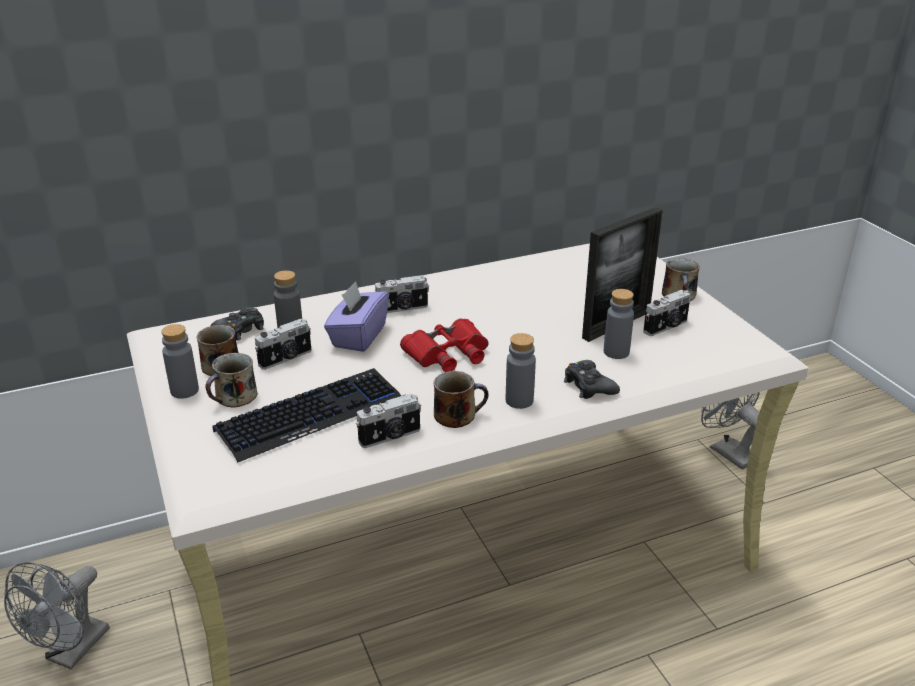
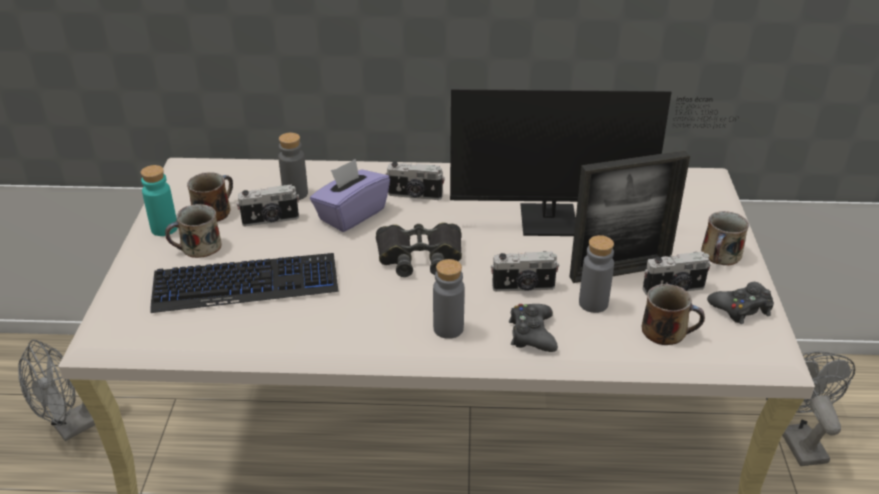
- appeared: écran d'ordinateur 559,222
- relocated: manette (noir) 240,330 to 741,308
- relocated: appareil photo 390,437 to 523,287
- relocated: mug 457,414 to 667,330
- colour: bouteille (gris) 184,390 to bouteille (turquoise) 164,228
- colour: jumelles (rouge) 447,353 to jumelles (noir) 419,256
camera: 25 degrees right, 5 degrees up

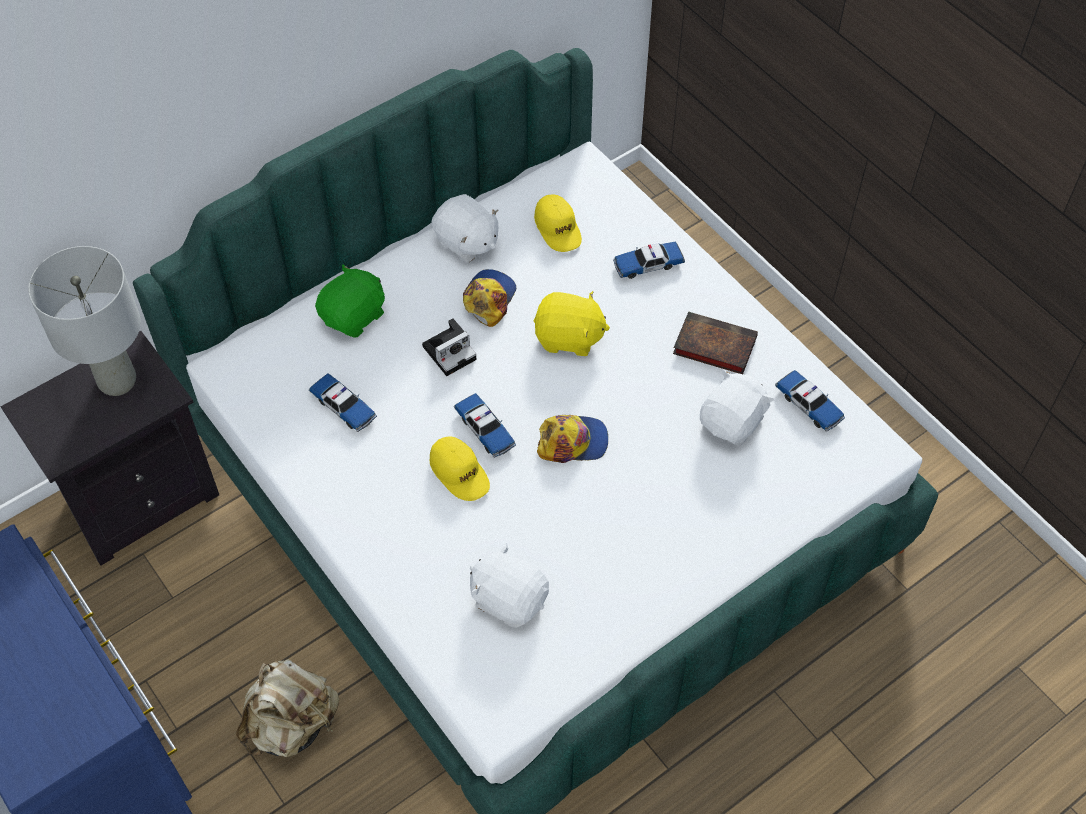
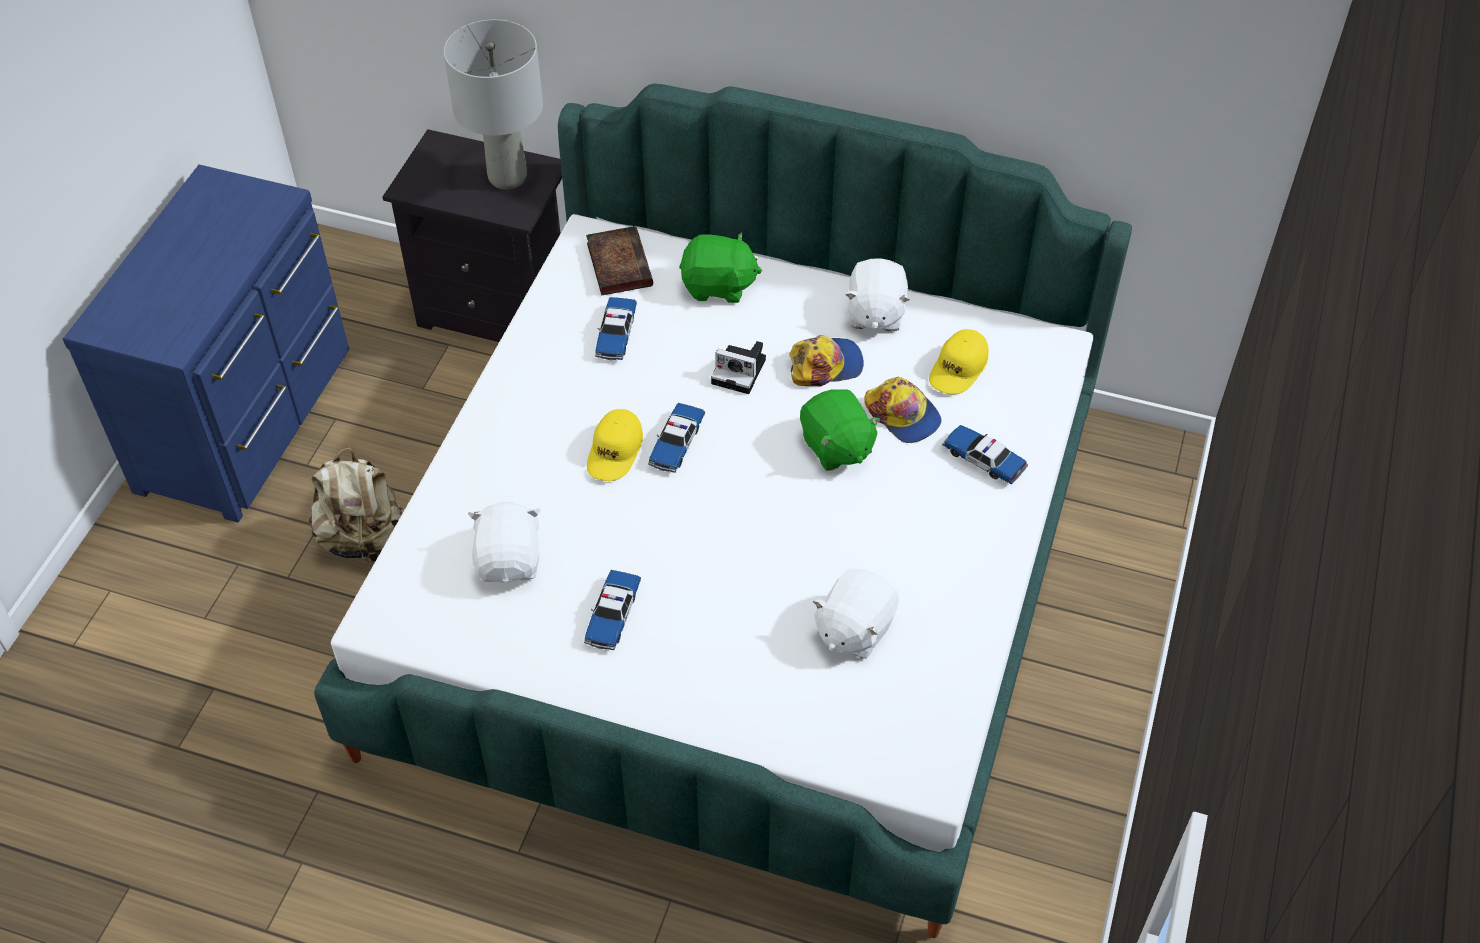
- relocated: casquette 572,441 to 903,415
- relocated: livre 712,346 to 618,263
- relocated: petite voiture 808,405 to 613,615
- colour: peluche (jaune) 569,338 to peluche (vert) 836,447
- spun: peluche (blanc) 733,422 = 853,629 120 degrees clockwise
camera: 55 degrees right, 5 degrees down

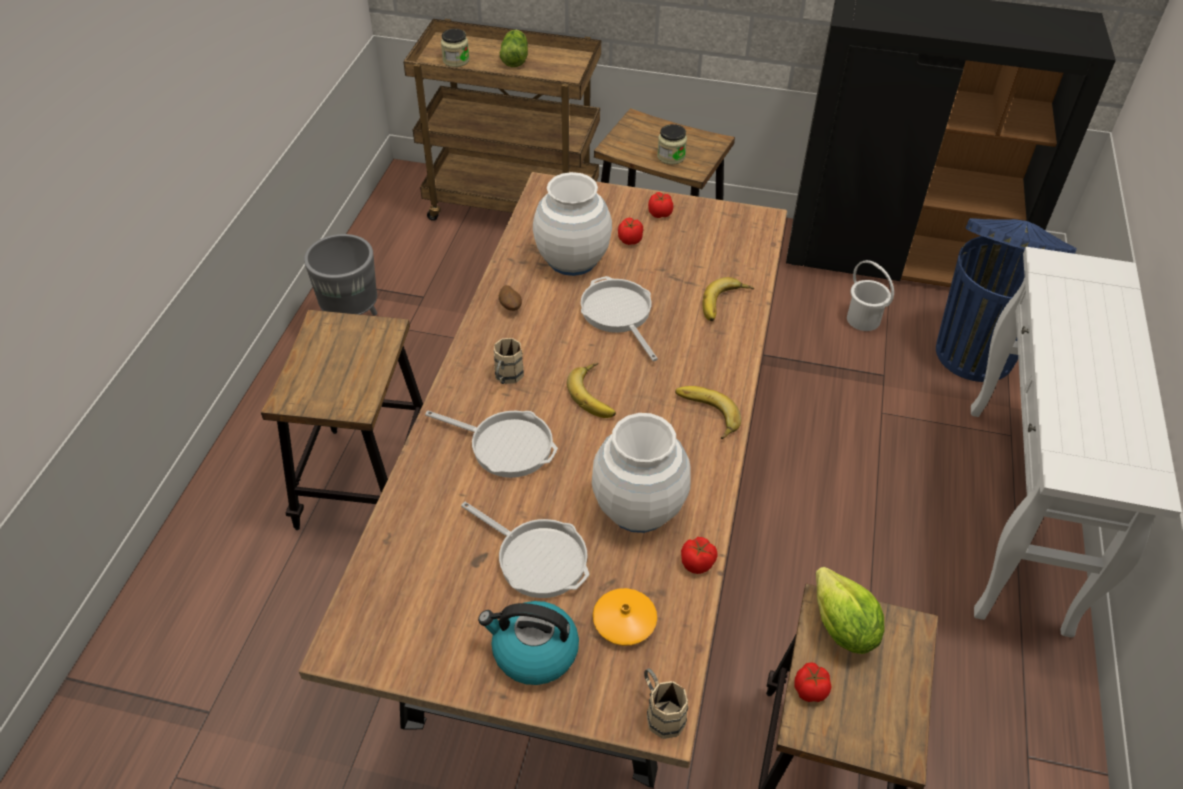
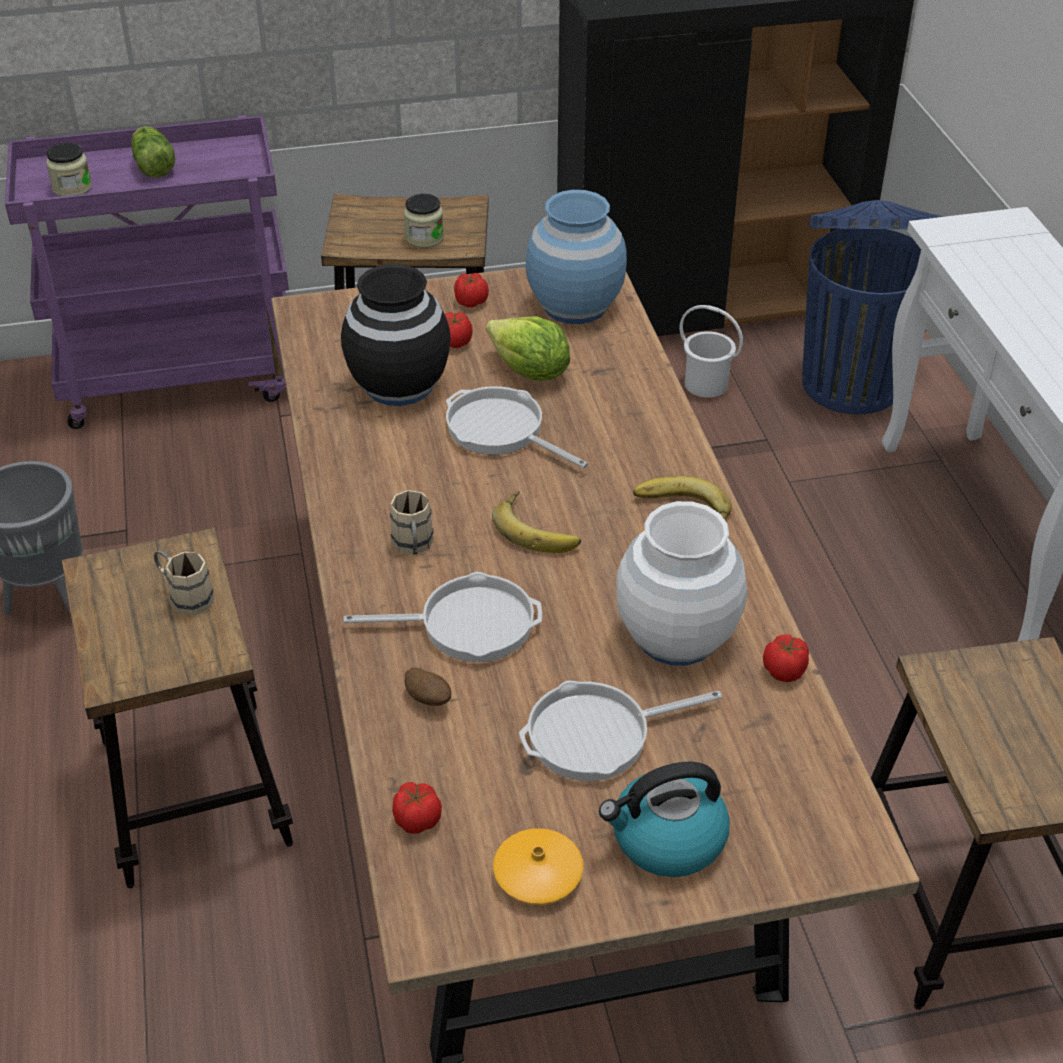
- missing: banane 726,304
- appeared: vase (bleu) 574,305
- relocated: pomme de terre 510,307 to 428,699
- relocated: vase (orange) 624,622 to 538,875
- relocated: mug (beige) 660,712 to 185,597
- relocated: tomate 810,689 to 417,819
- relocated: laitue 842,628 to 529,372
- colour: chariot (marron) 514,205 to chariot (violet) 182,377
- colour: vase (blanc) 573,259 to vase (noir) 399,385
- spun: poêle 537,558 = 597,735 150 degrees clockwise
camera: 25 degrees left, 5 degrees down

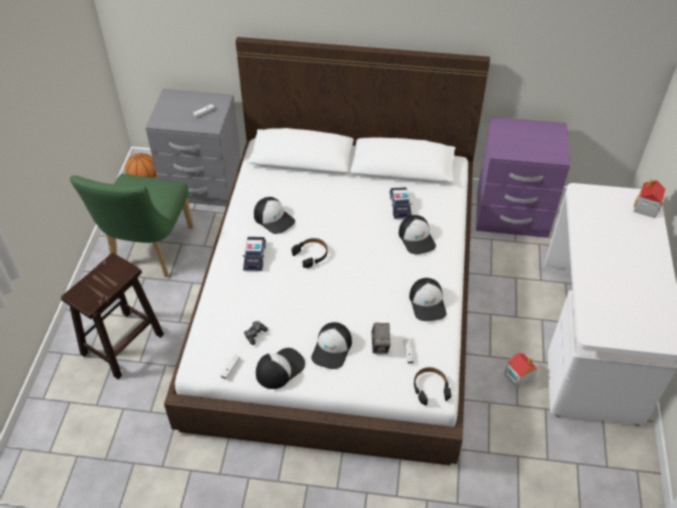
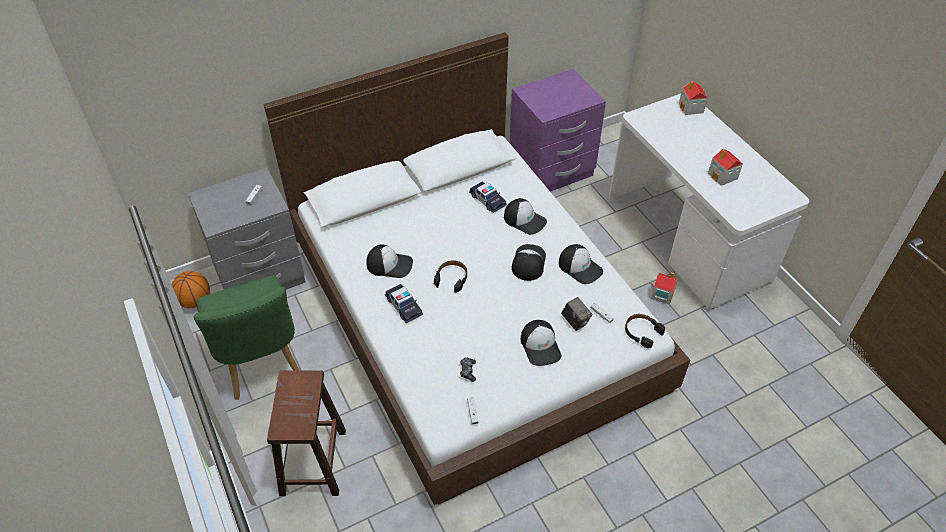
- appeared: maison miniature 723,176
- relocated: casquette 279,368 to 528,263
camera: 35 degrees left, 0 degrees up

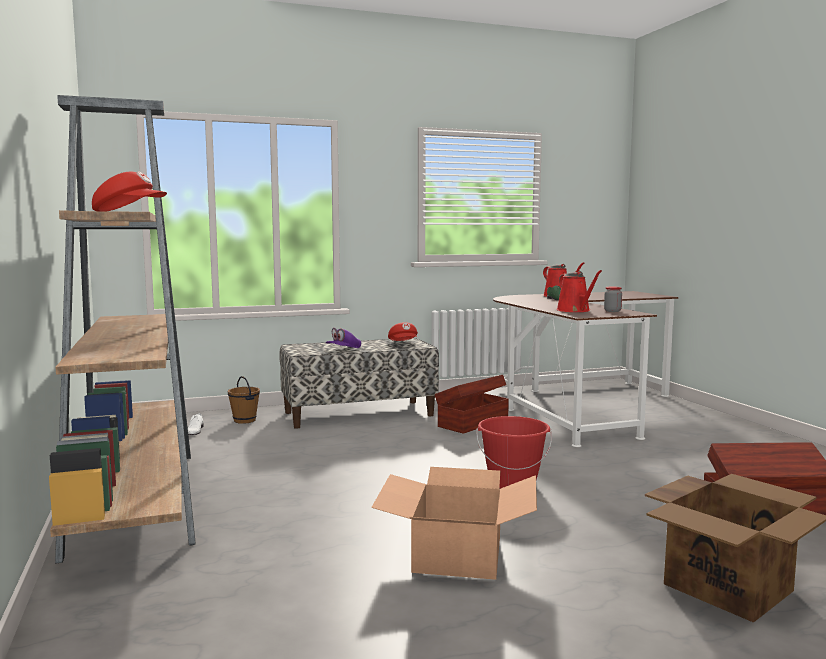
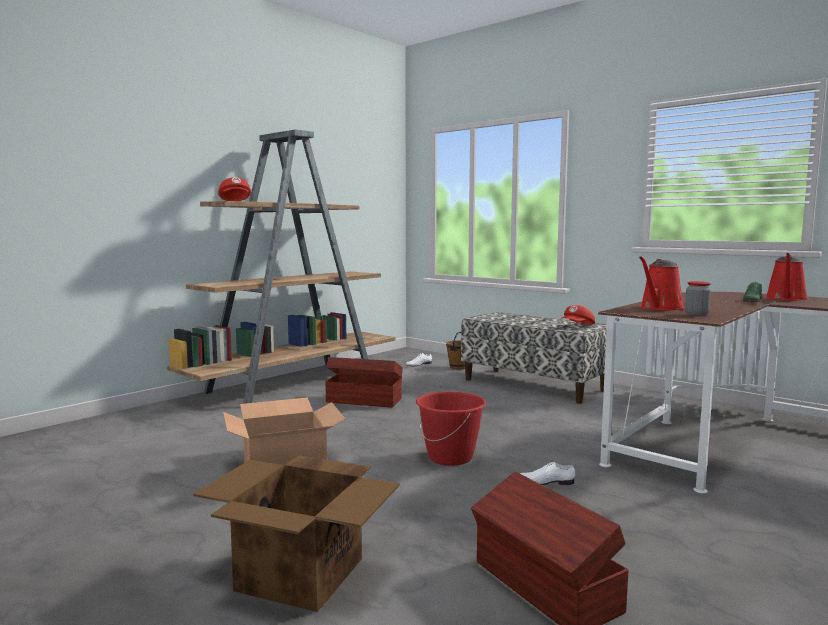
- missing: casquette (violet) 343,349
- appeared: chaussure (blanc) 545,481
- relocated: boîte de rangement (marron) 472,423 to 363,400
camera: 60 degrees right, 0 degrees up

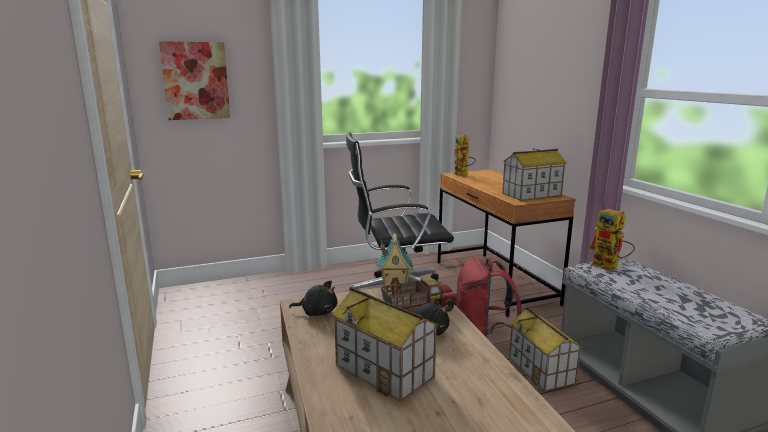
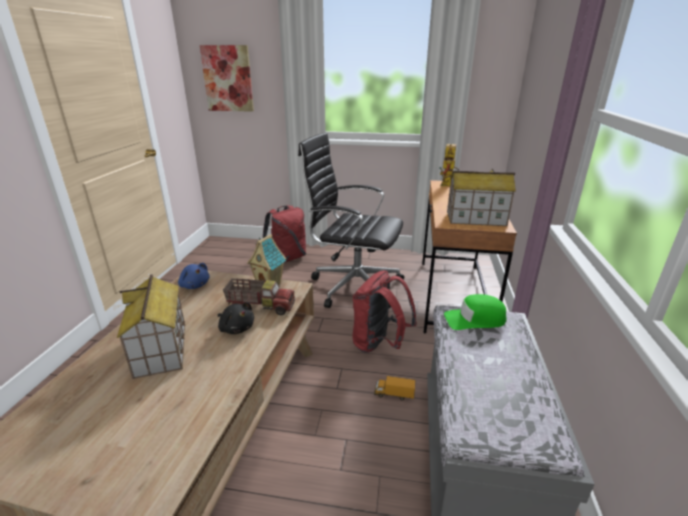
- appeared: sac à dos (rouge) 287,258
- exchanged: maison miniature 541,370 to camion jouet 394,395
- exchanged: robot jouet 610,267 to casquette (vert) 474,319
- colour: peluche (noir) 317,312 to peluche (bleu) 194,285
camera: 30 degrees right, 10 degrees up

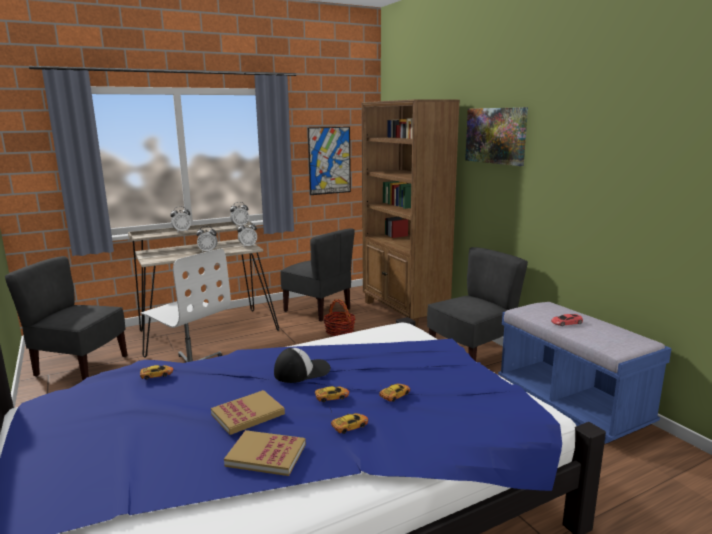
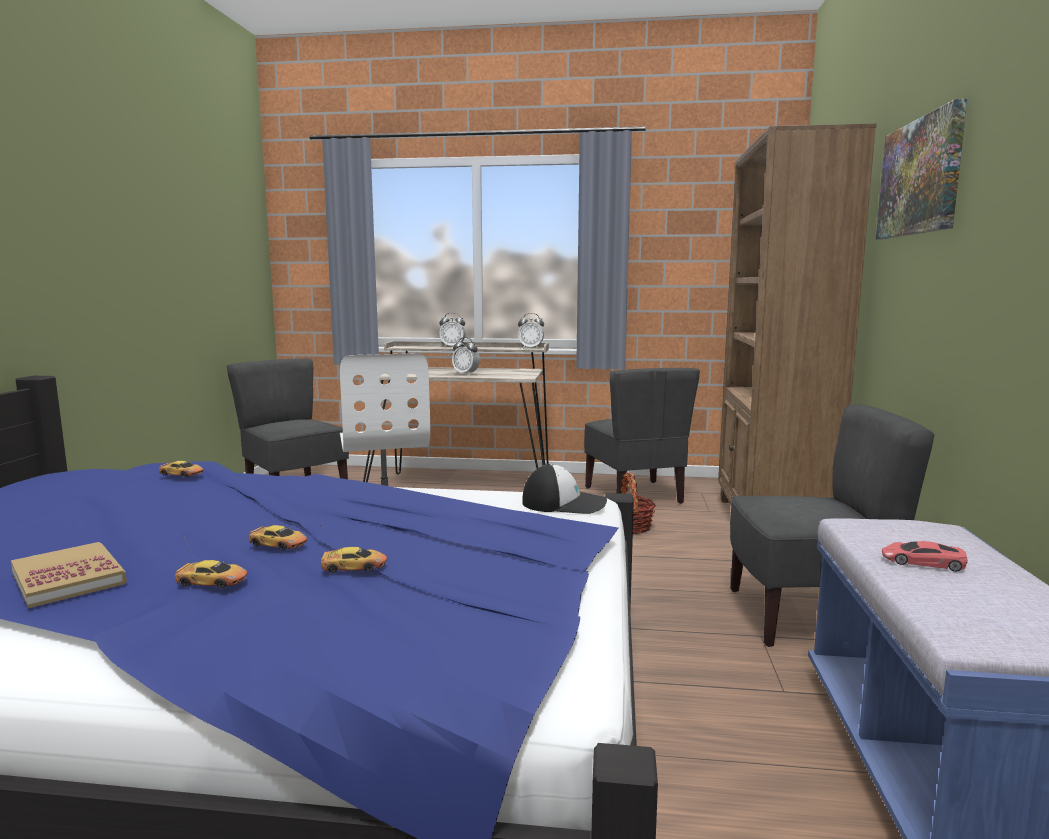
- missing: livre 248,414
- missing: réveil 248,246
- missing: tableau 329,160
- relocated: casquette 302,371 to 564,503
camera: 35 degrees right, 5 degrees down

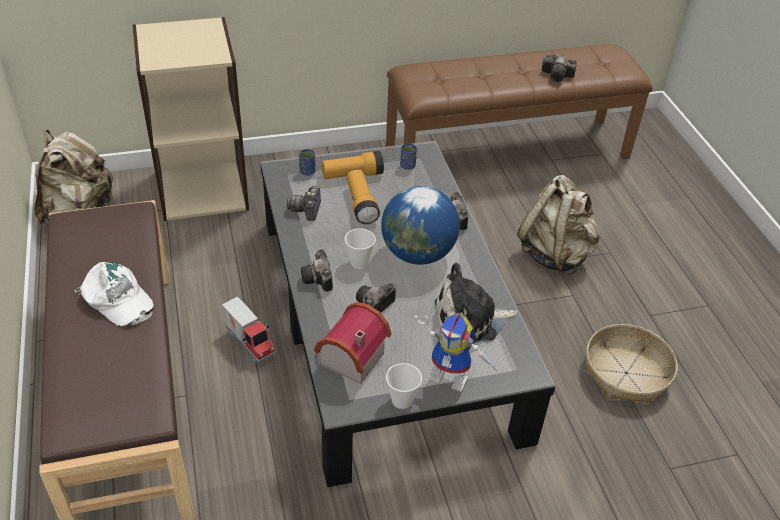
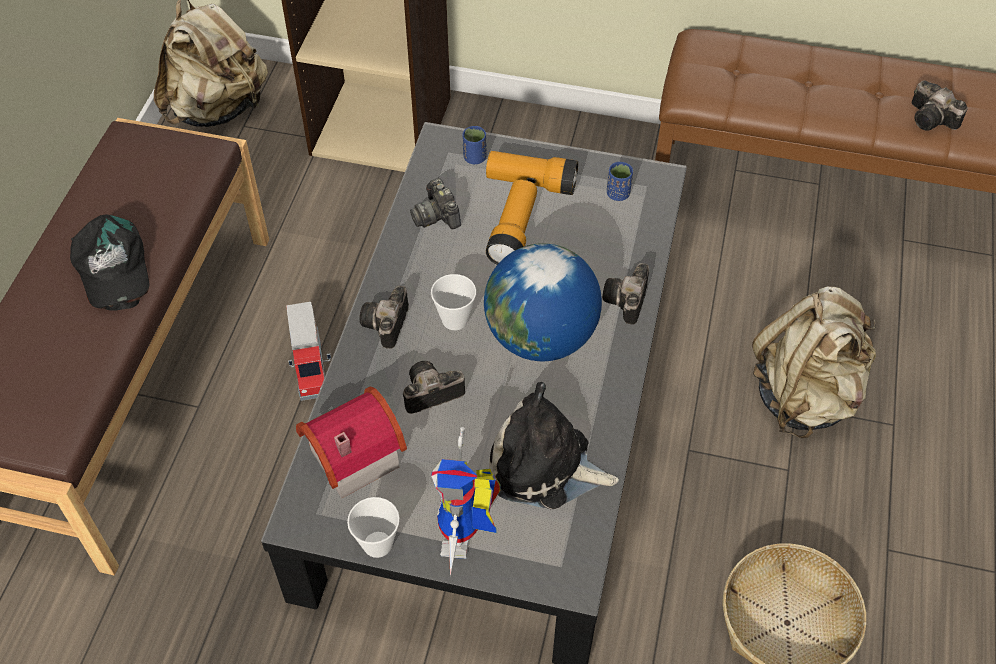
- colour: casquette (blanc) 117,300 to casquette (noir) 112,268
- spun: appareil photo 306,209 = 437,215 60 degrees counterclockwise
- spun: robot jouet 453,376 = 466,539 45 degrees clockwise
camera: 30 degrees right, 10 degrees up

